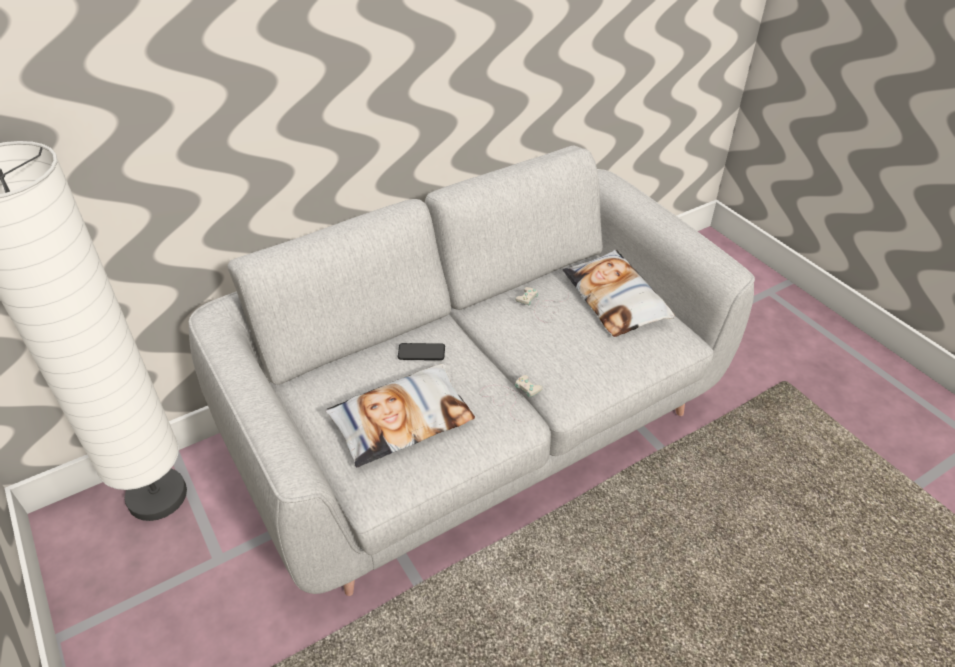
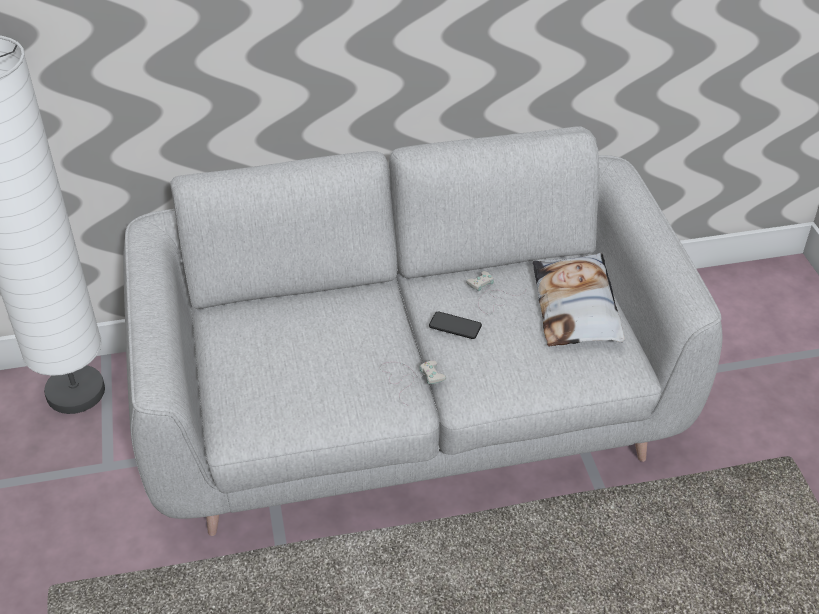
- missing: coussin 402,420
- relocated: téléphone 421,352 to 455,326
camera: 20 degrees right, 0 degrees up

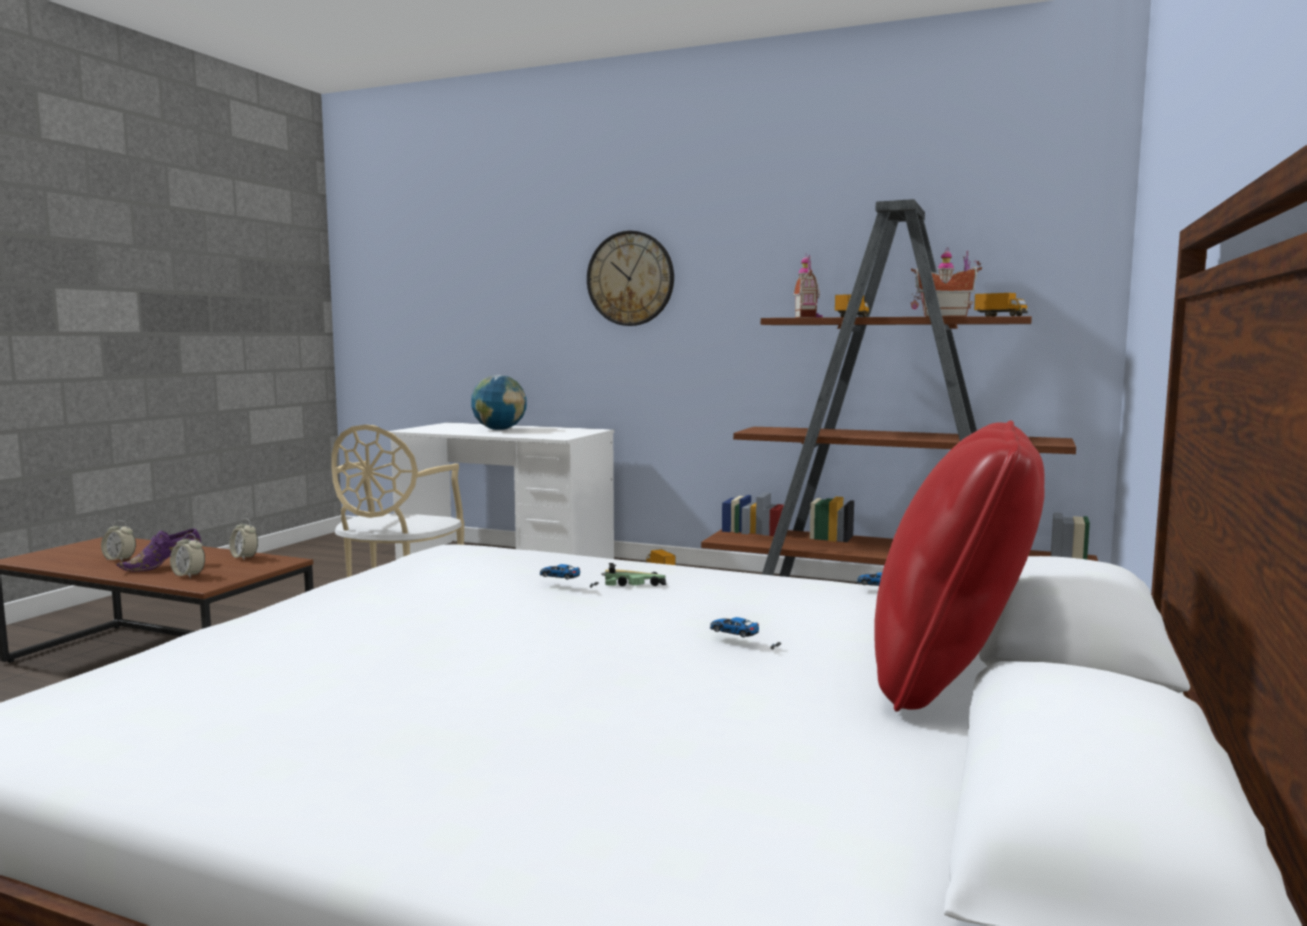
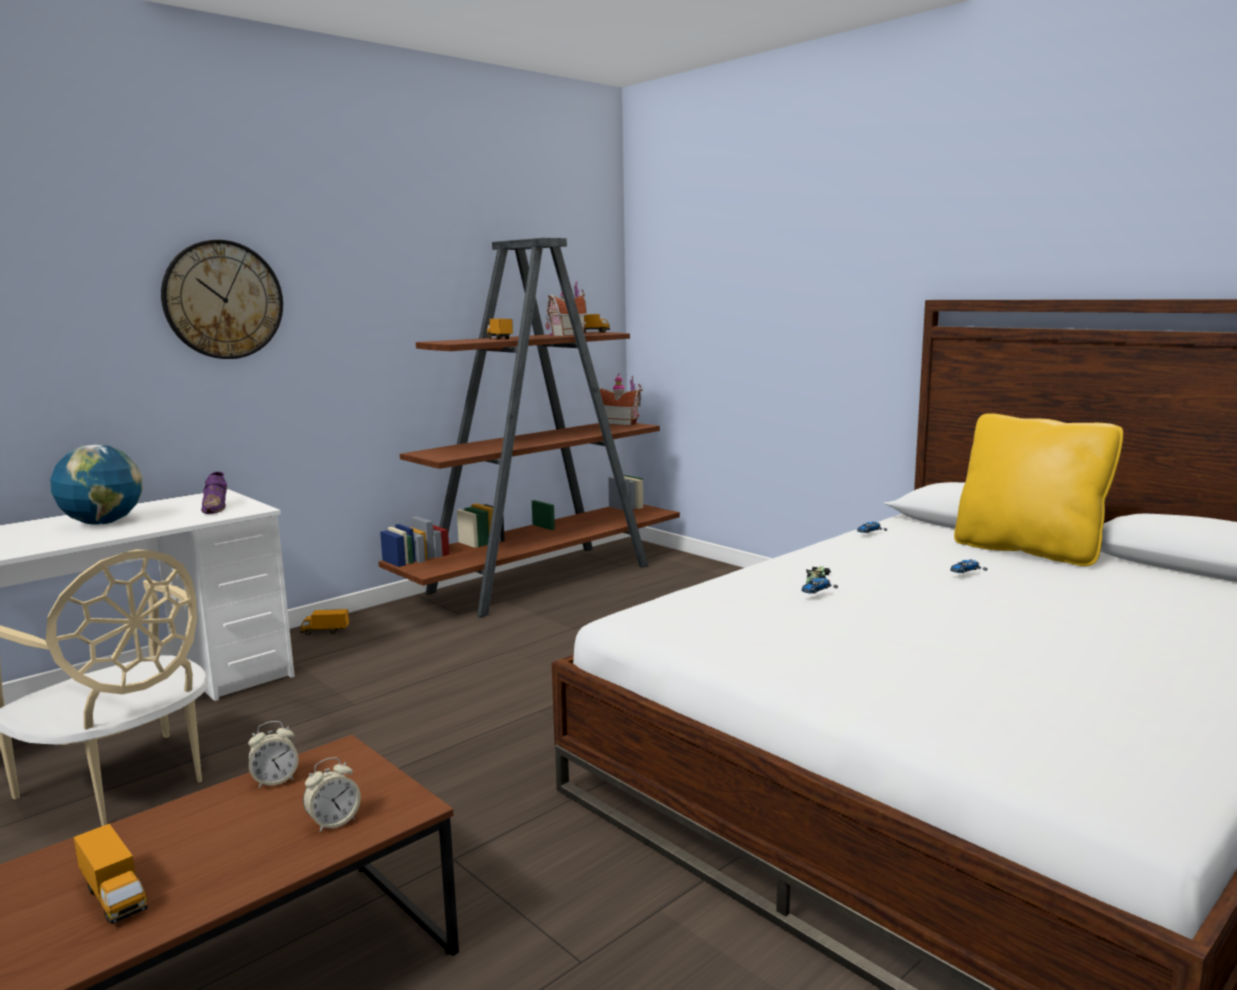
- relocated: chaussure (violet) 164,567 to 216,508
- relocated: maison miniature 809,317 to 621,423
- exchanged: réveil 119,559 to camion jouet 114,896
- colour: coussin (rouge) 951,675 to coussin (jaune) 1028,550
camera: 65 degrees left, 5 degrees up

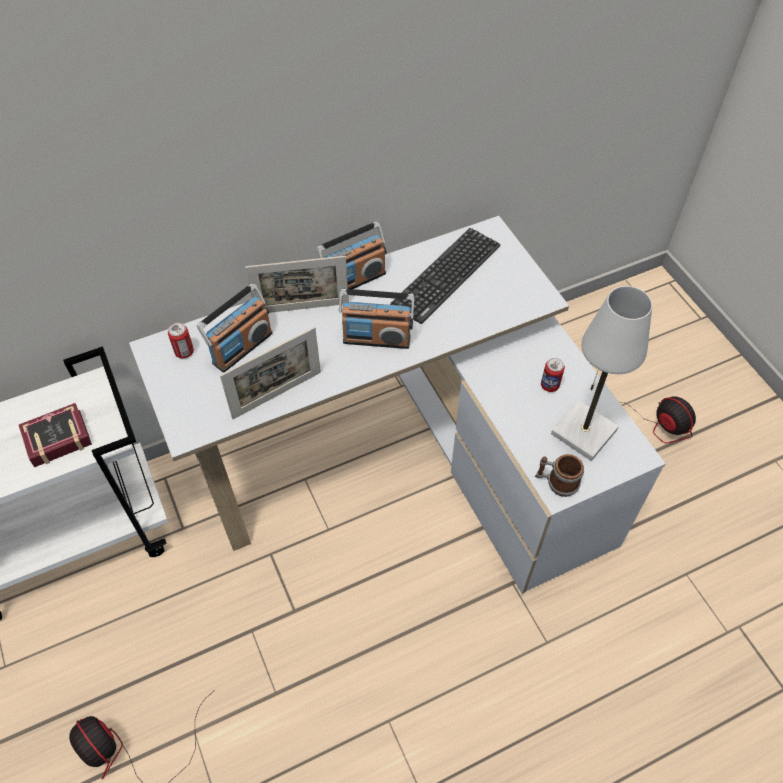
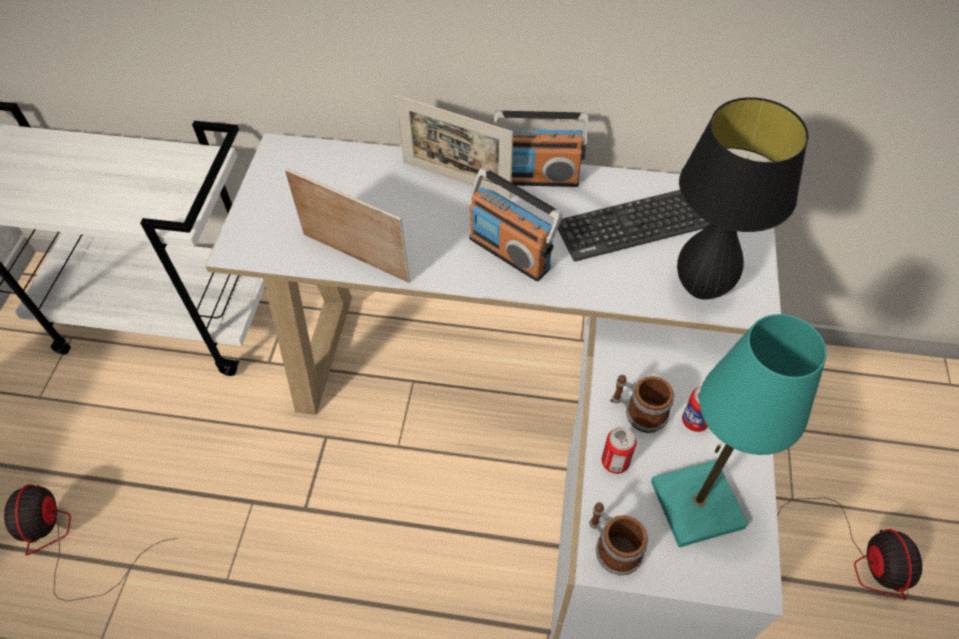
- missing: livre 54,438
- missing: radio 242,347
- appeared: mug 637,412
- appeared: lampe de table (noir) 701,288
- relocated: boîte métallique 184,352 to 615,462
- colour: lampe de table (blanc) 583,432 to lampe de table (turquoise) 696,504
- spun: cadre photo 277,395 = 355,257 150 degrees counterclockwise
camera: 35 degrees right, 0 degrees up

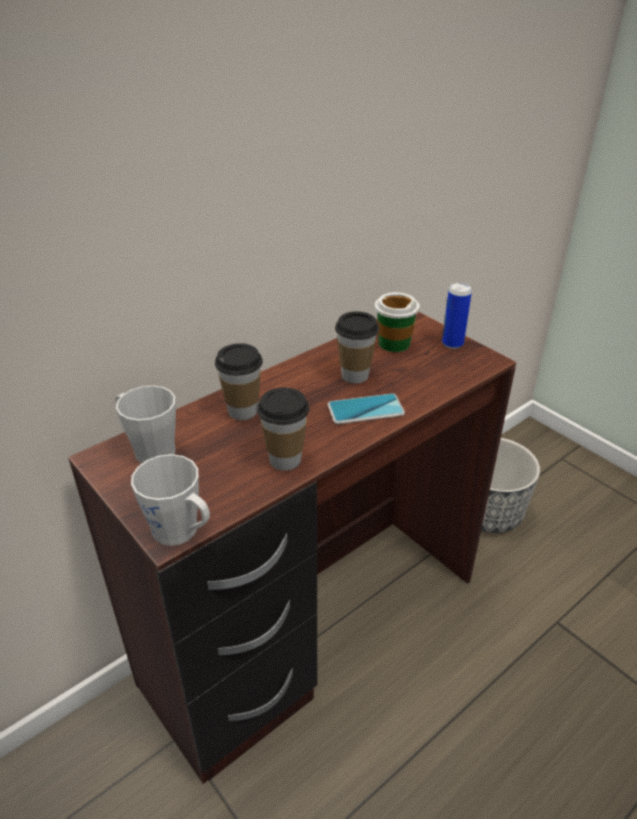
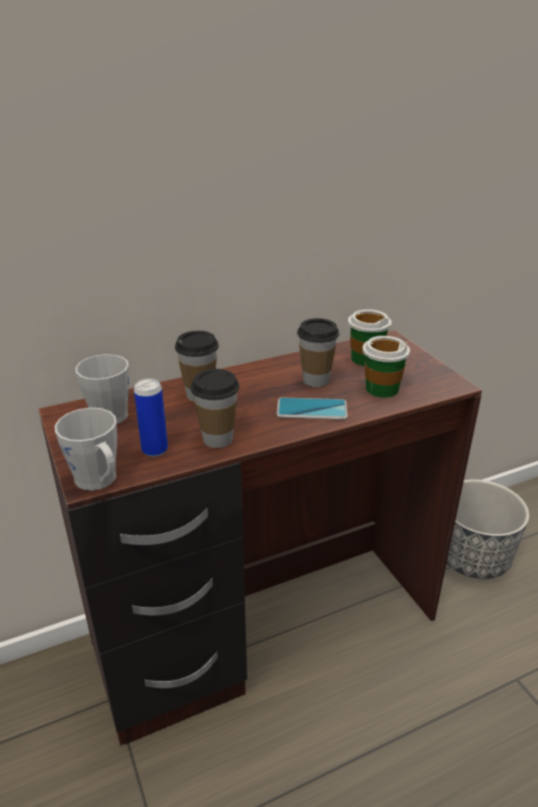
- appeared: tasse 381,389
- relocated: boîte métallique 452,343 to 155,450
camera: 15 degrees right, 5 degrees down

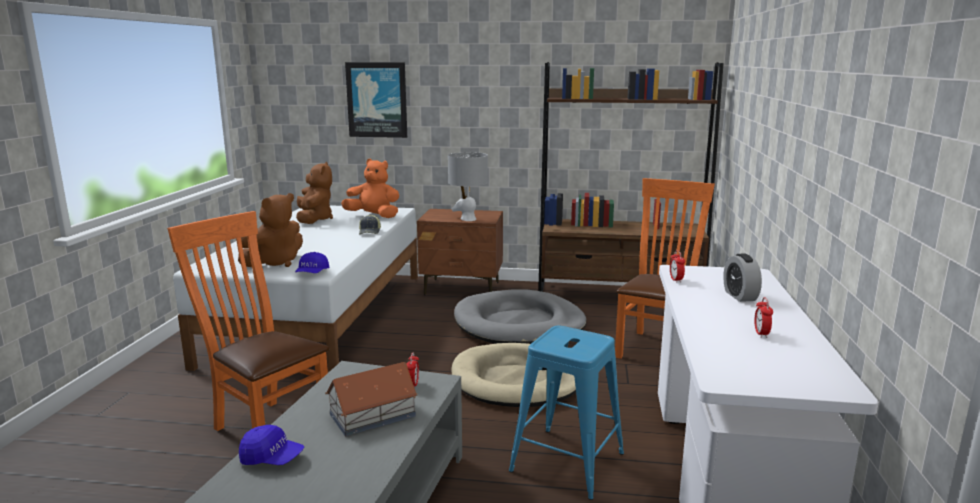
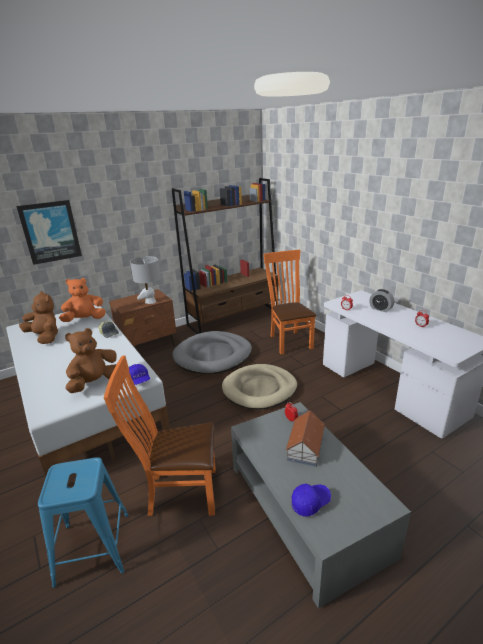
- relocated: tabouret (bleu) 567,462 to 94,548
- spun: peluche (marron) 275,263 = 95,383 135 degrees counterclockwise
camera: 40 degrees left, 10 degrees up

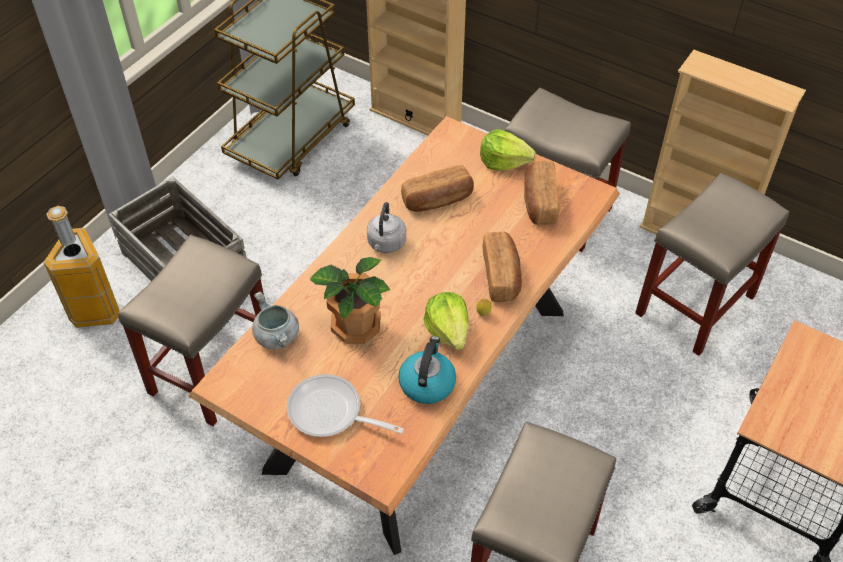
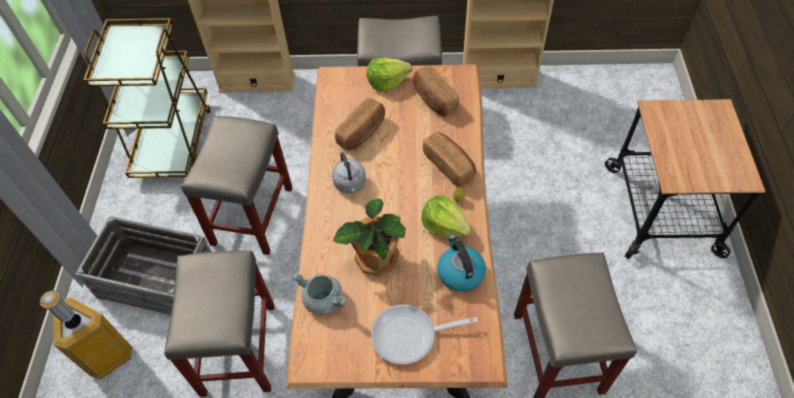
- relocated: tabouret (beige) 696,303 to 252,214
camera: 30 degrees left, 5 degrees up

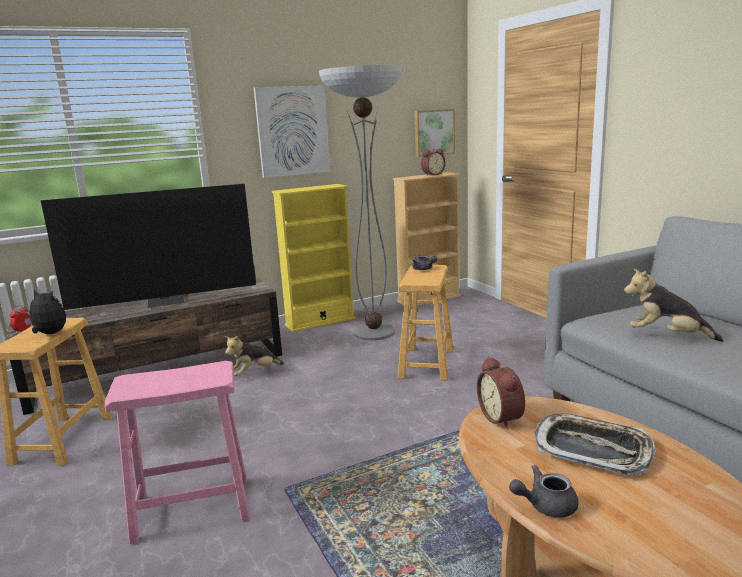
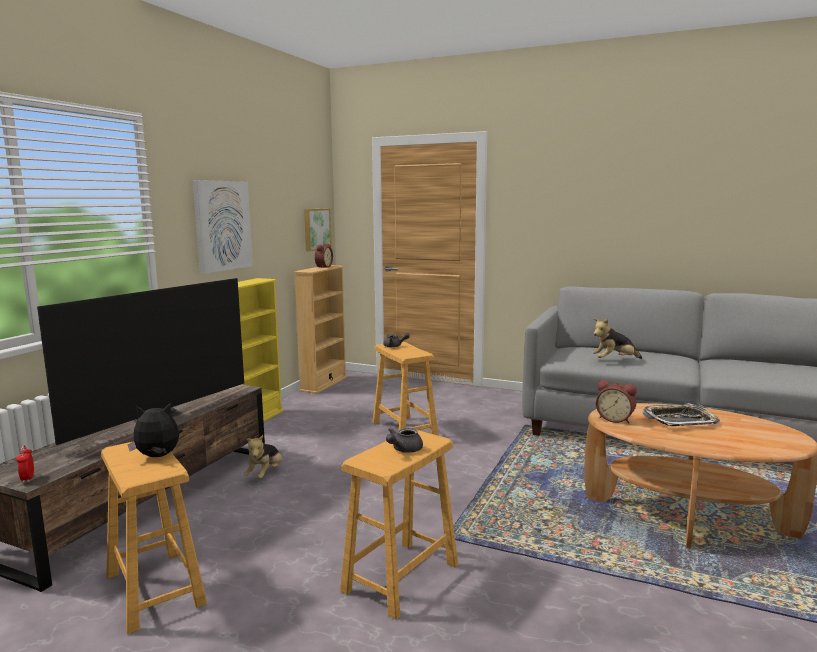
- missing: lampadaire 374,332
- relocated: théière (gris) 545,506 to 403,450
- colour: tabouret (rose) 192,509 to tabouret (marron) 401,578
camera: 40 degrees left, 5 degrees down

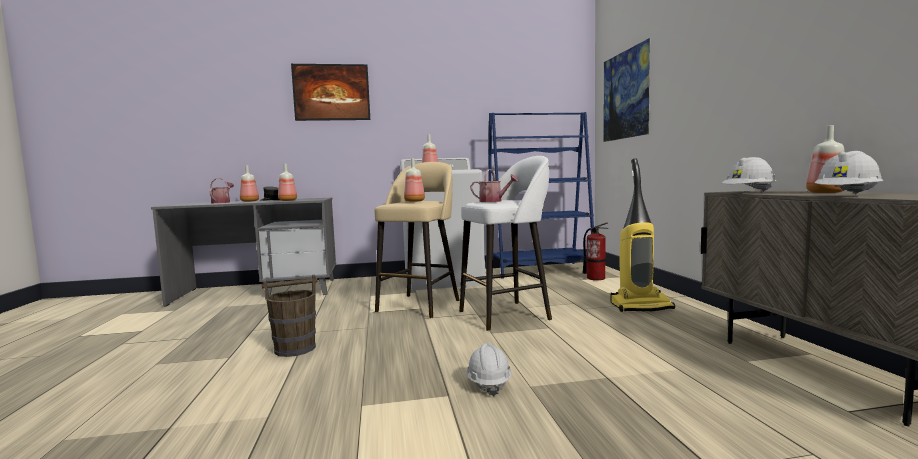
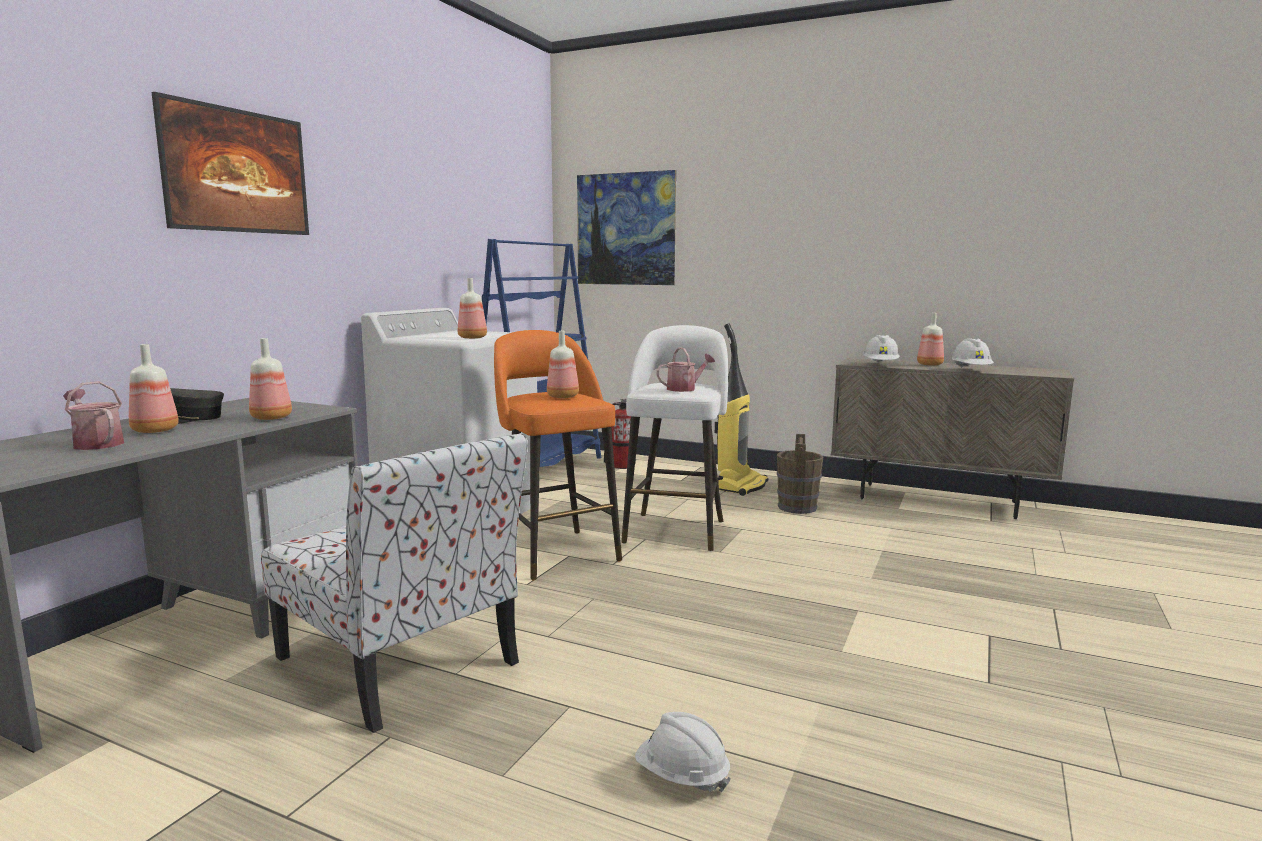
- appeared: chaise 401,662
- relocated: seau (marron) 295,349 to 797,507
- relocated: casque de chantier (blanc) 488,384 to 682,776
- colour: tabouret (beige) 420,305 to tabouret (orange) 555,552
camera: 55 degrees left, 5 degrees up

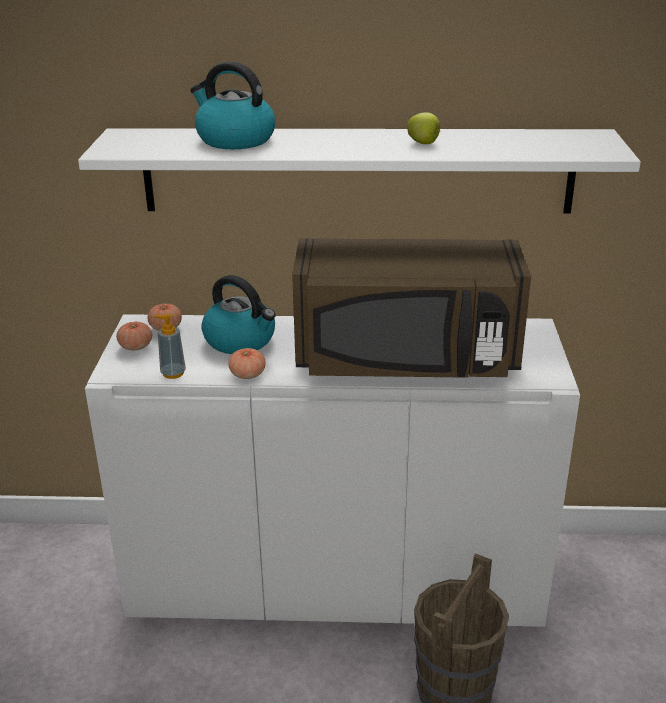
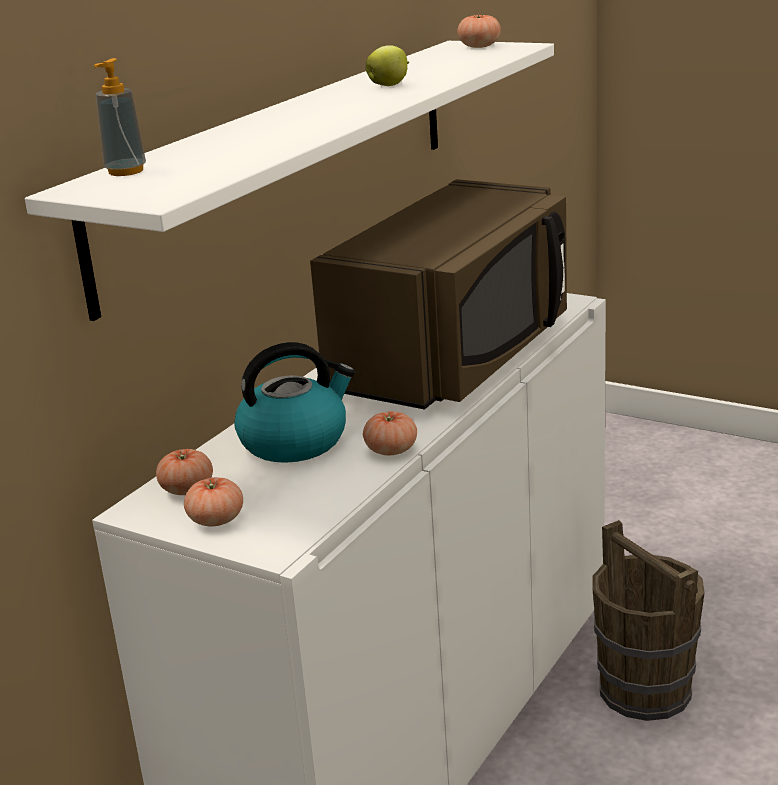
- missing: bouilloire 234,140
- appeared: tomate 479,46
- relocated: distributeur de savon 173,373 to 126,171
camera: 60 degrees left, 5 degrees down

